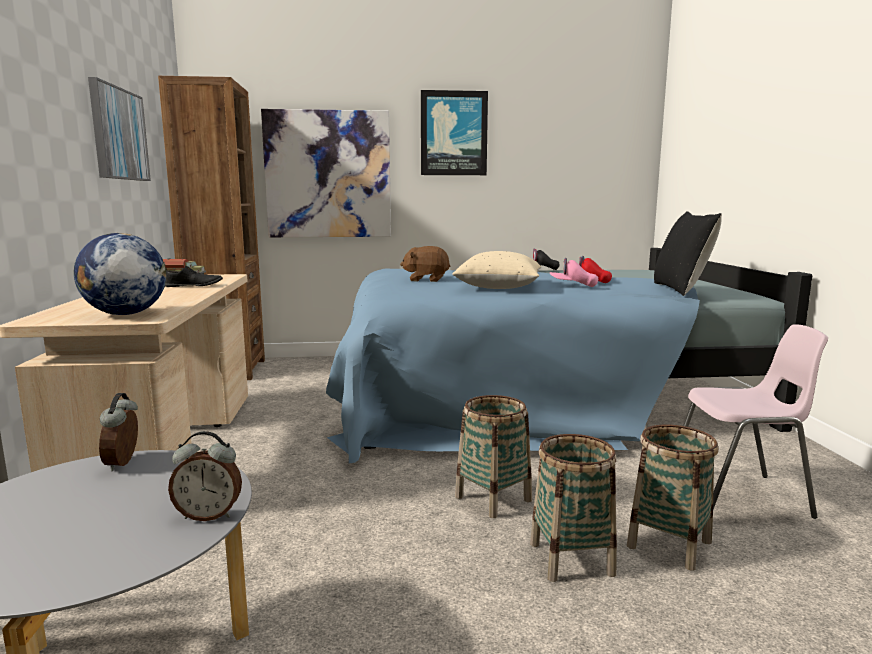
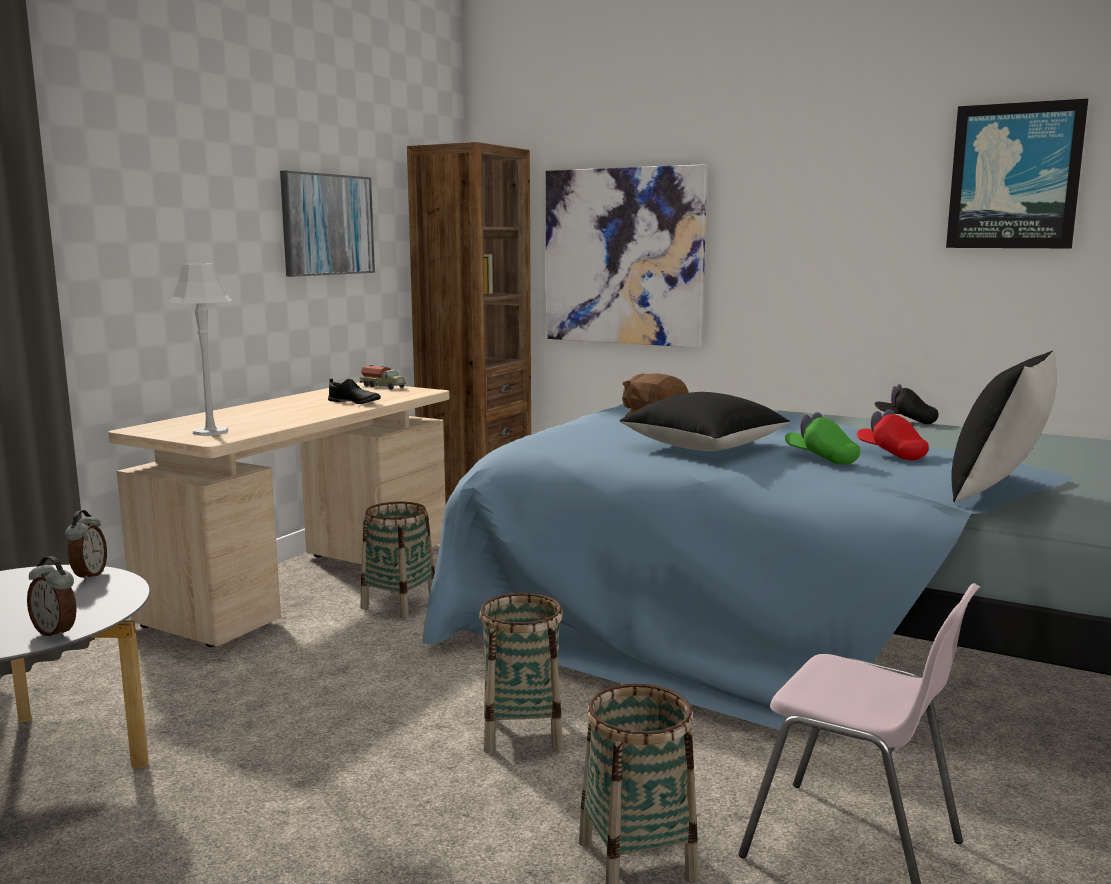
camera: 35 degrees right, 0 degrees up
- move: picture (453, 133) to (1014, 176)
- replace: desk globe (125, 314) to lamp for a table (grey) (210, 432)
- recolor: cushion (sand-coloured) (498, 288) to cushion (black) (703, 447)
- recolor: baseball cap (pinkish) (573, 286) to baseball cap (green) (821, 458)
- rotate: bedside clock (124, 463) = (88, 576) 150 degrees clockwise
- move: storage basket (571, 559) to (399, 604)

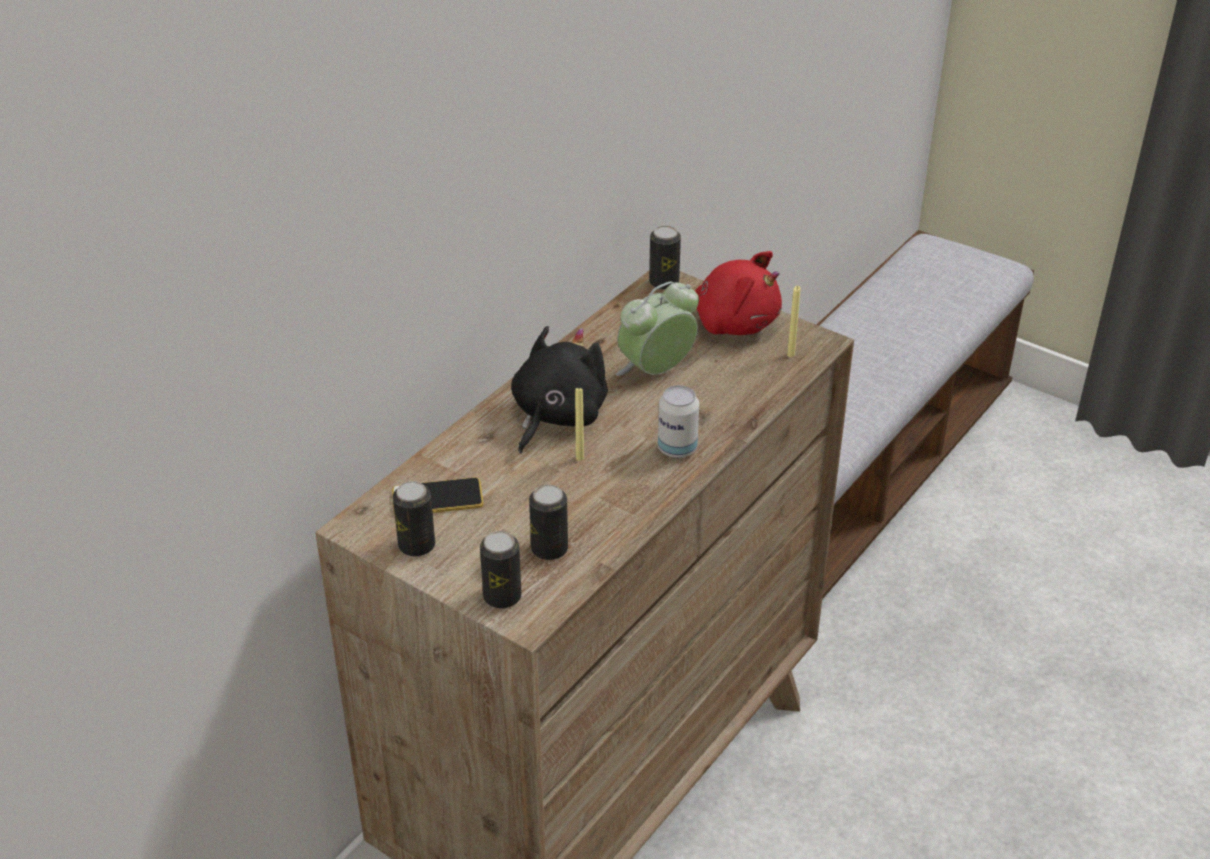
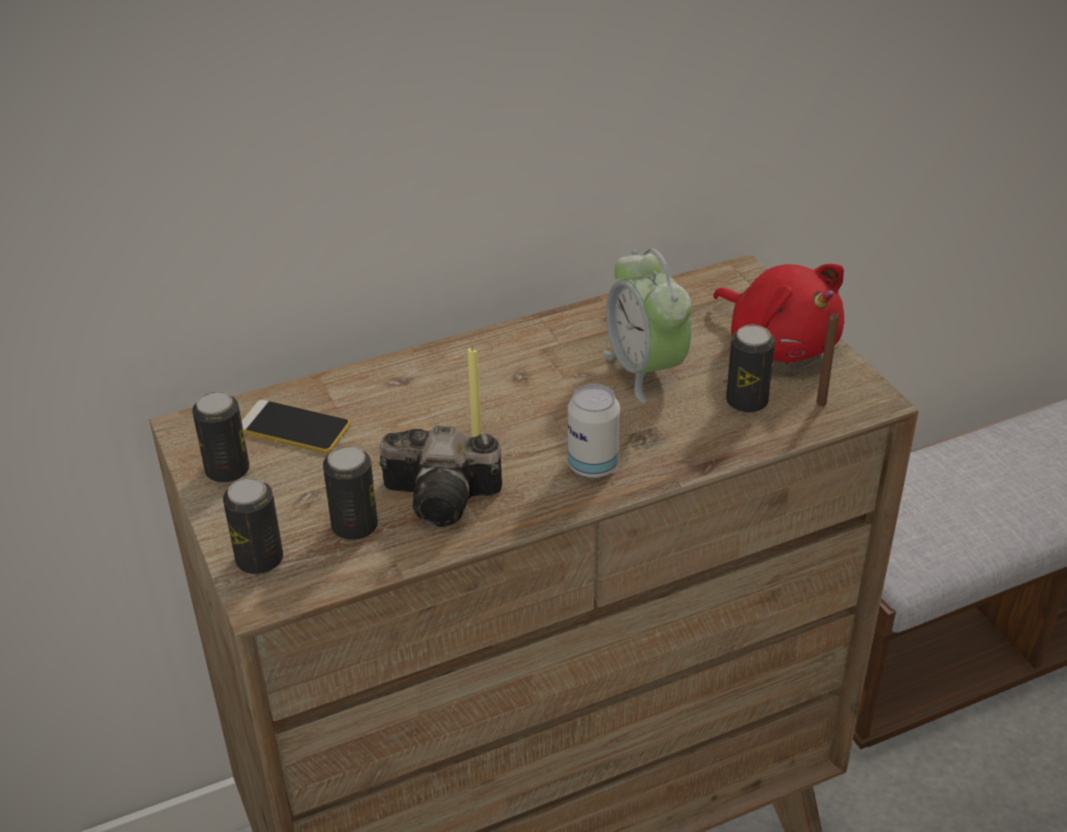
camera: 30 degrees right, 0 degrees up
- move: metal can (664, 282) to (746, 402)
- rotate: bedside clock (656, 371) = (645, 370) 105 degrees counterclockwise
- recolor: candle (yellow) (790, 355) to candle (brown) (821, 403)
- delete: soft toy (black) (556, 416)
- insert: still camera (447, 497)

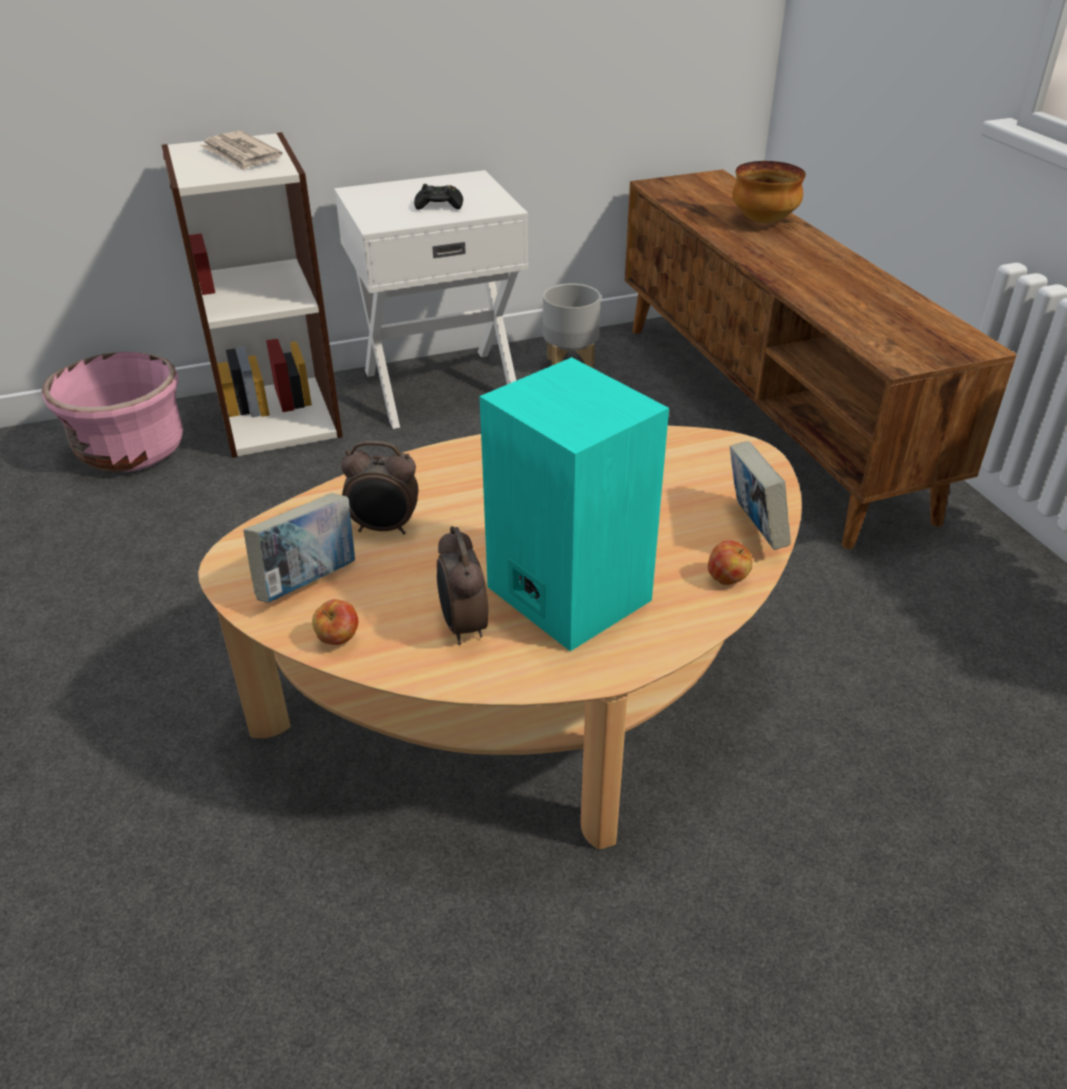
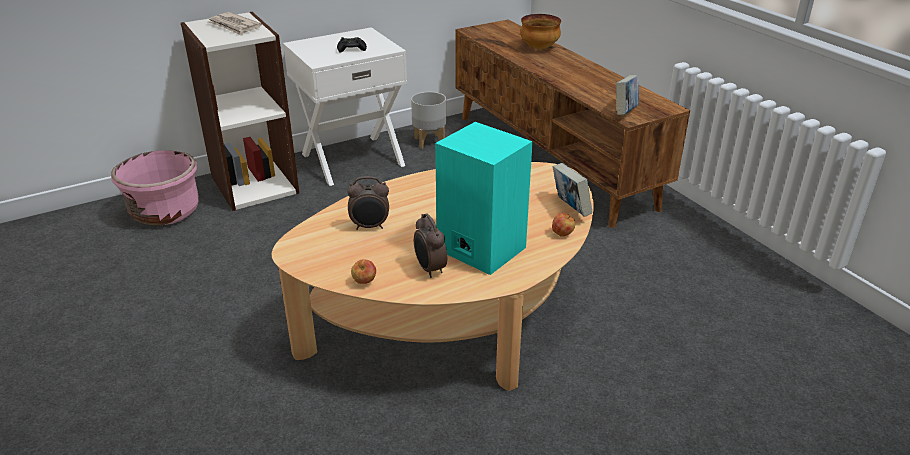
camera: 10 degrees left, 5 degrees down
- move: bound book (309, 582) to (625, 112)

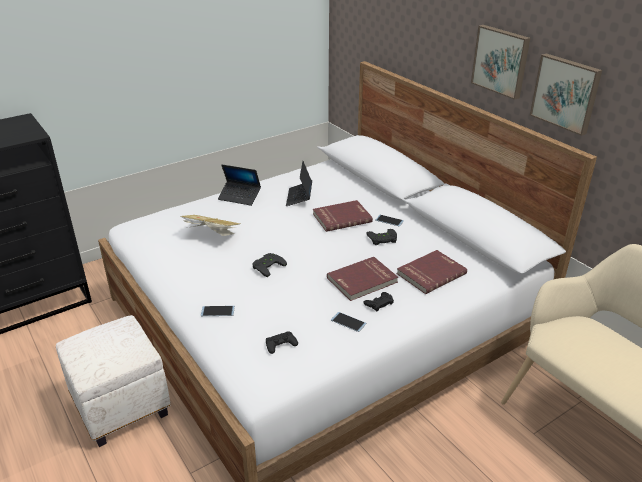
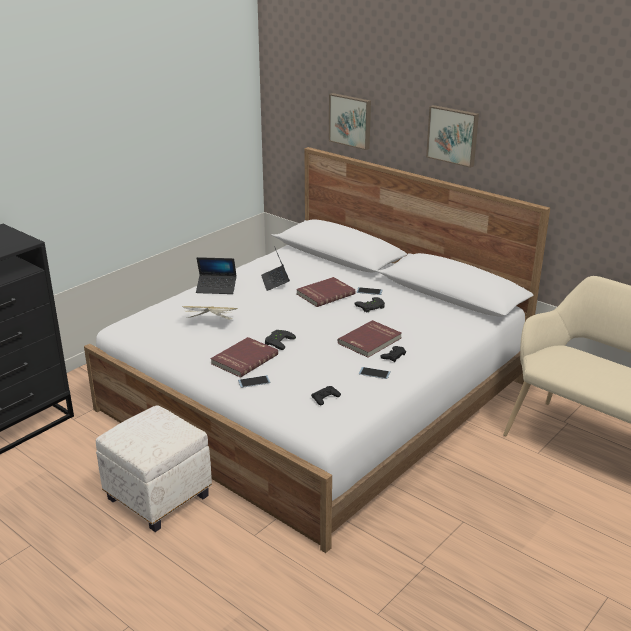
camera: 15 degrees left, 5 degrees down
- move: picture (566, 93) to (351, 120)
- move: bound book (reddish) (430, 273) to (243, 359)

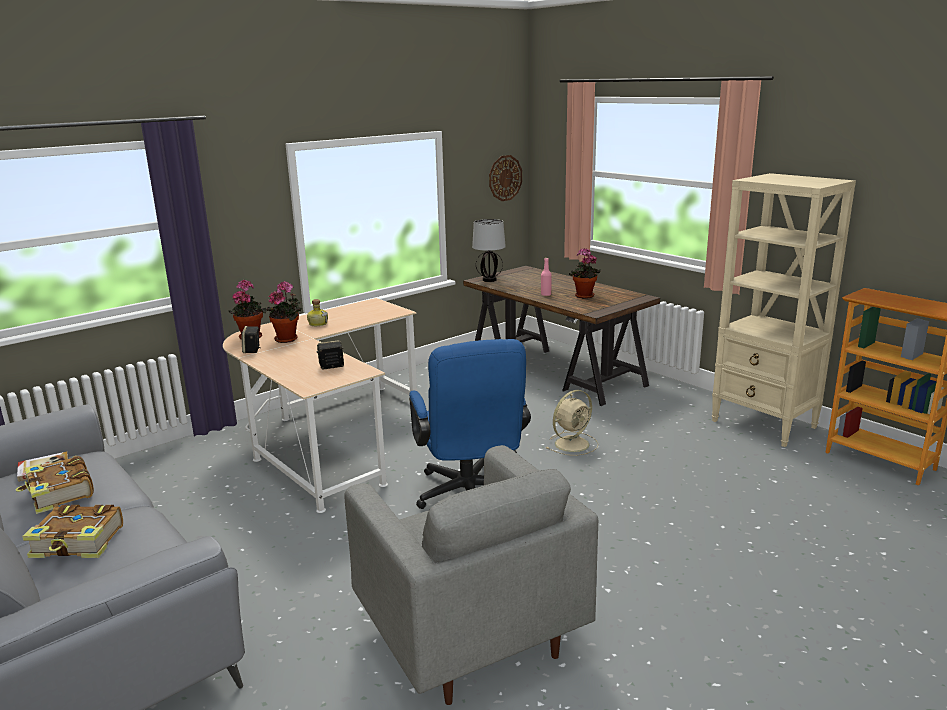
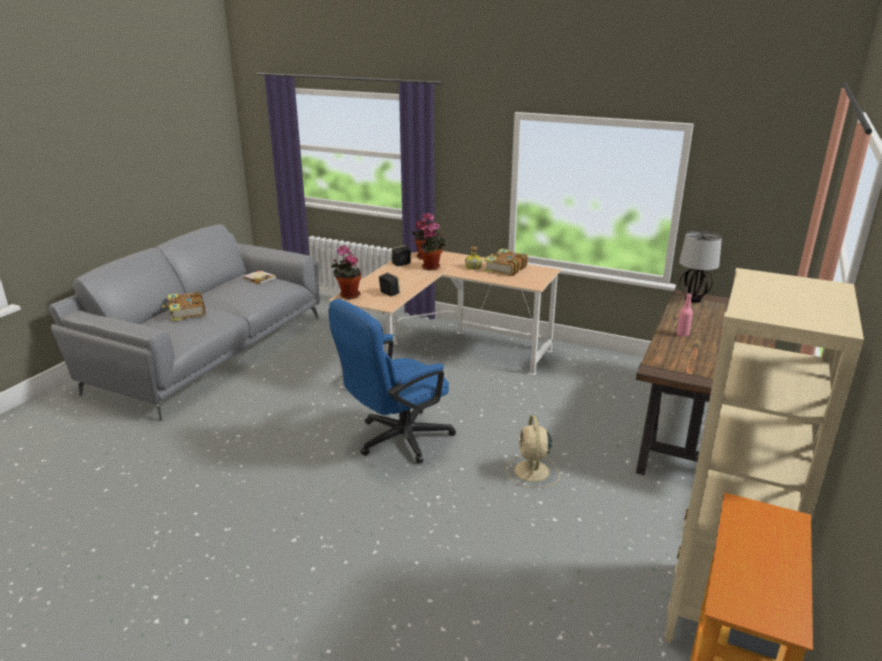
camera: 65 degrees right, 5 degrees up
- delete: wall clock (505, 178)
- move: houseplant (583, 296) to (348, 295)
- rotate: cooling fan (sand-coloured) (573, 443) = (532, 472) 60 degrees clockwise
- delete: lounge chair (grey) (469, 636)
- move: bound book (60, 494) to (505, 269)

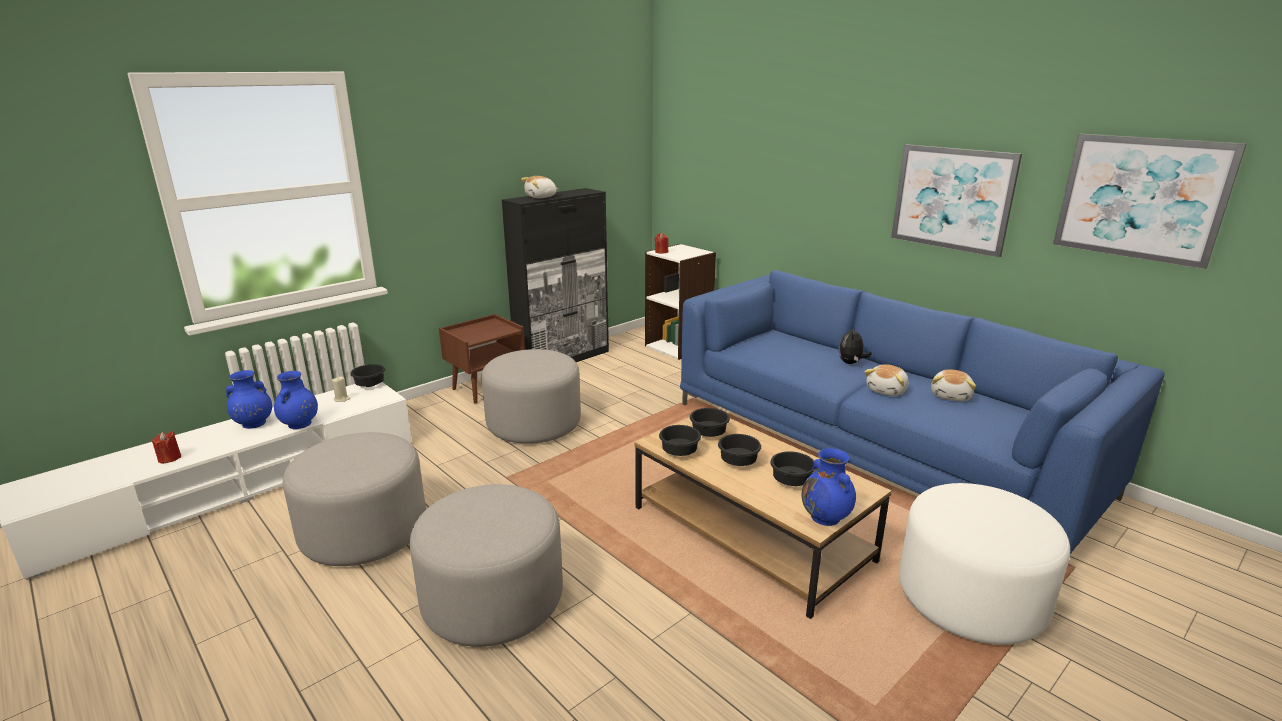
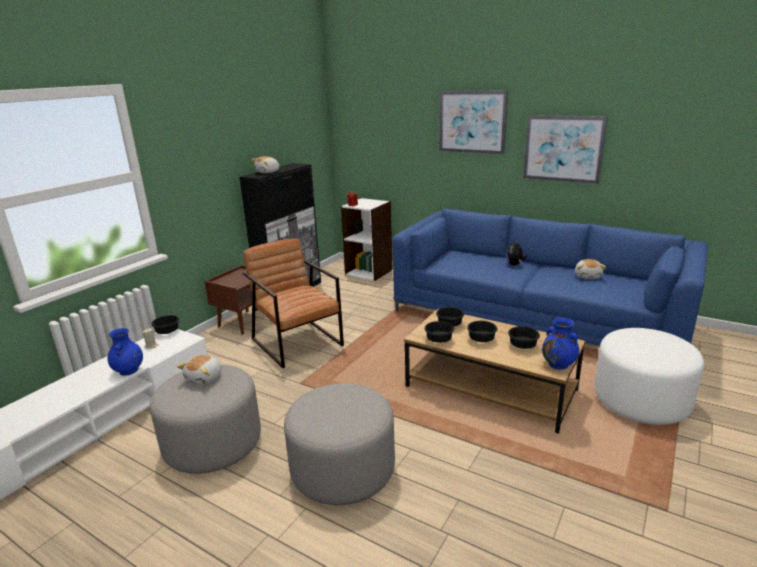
camera: 15 degrees left, 0 degrees up
- move: picture (1141, 198) to (472, 122)
- replace: footrest (grey) (534, 424) to lounge chair (brown) (297, 342)
- move: soft toy (887, 390) to (205, 378)
- delete: flower vase (blue) (253, 424)
- delete: candle (reddish) (169, 458)

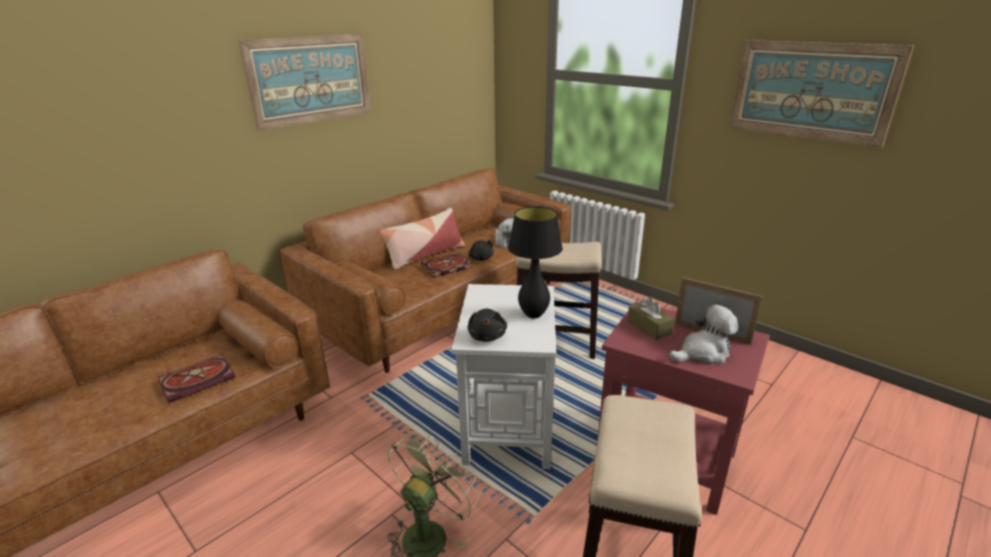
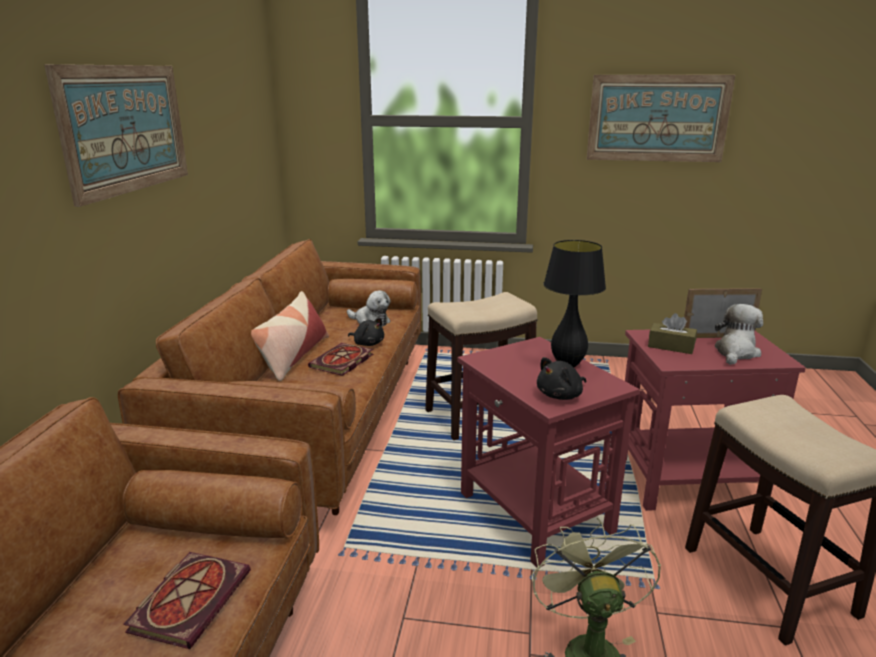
camera: 35 degrees left, 5 degrees down
- recolor: accent table (whitish) (507, 427) to accent table (reddish) (534, 512)
- rotate: soft toy (black) (487, 336) = (561, 395) 90 degrees clockwise

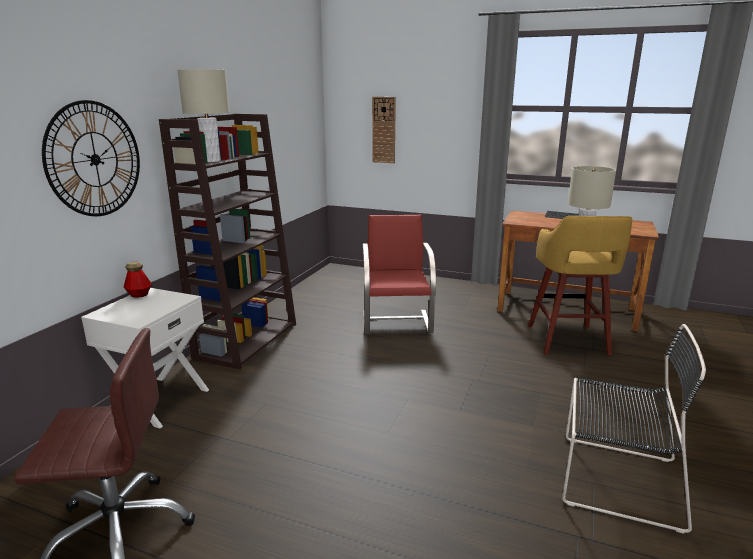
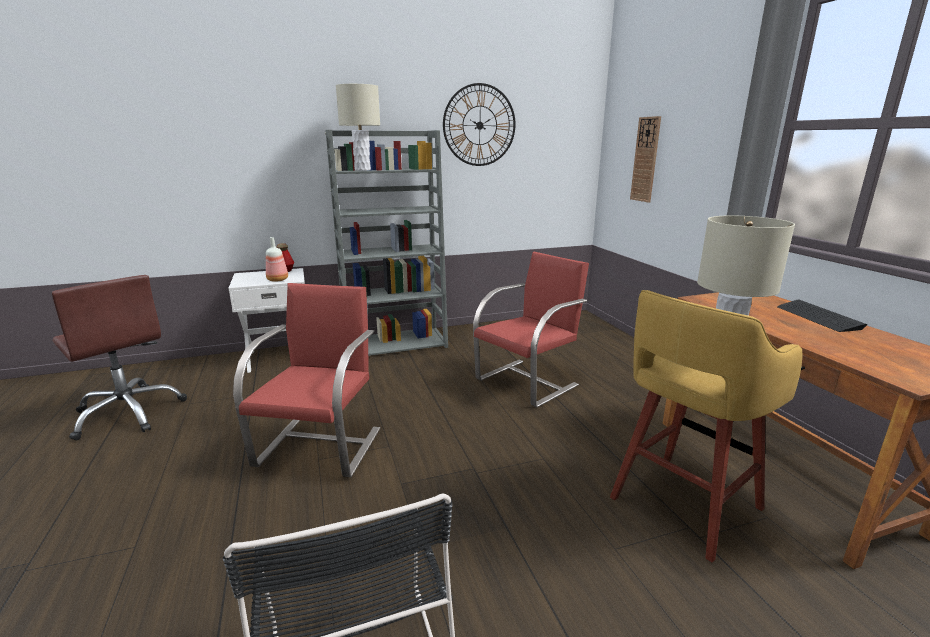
camera: 50 degrees right, 0 degrees up
- move: wall clock (95, 159) to (479, 125)
- recolor: bookcase (brown) (247, 340) to bookcase (grey) (396, 343)
- insert: beverage bottle (278, 279)
- insert: plain chair (reddish) (321, 446)

